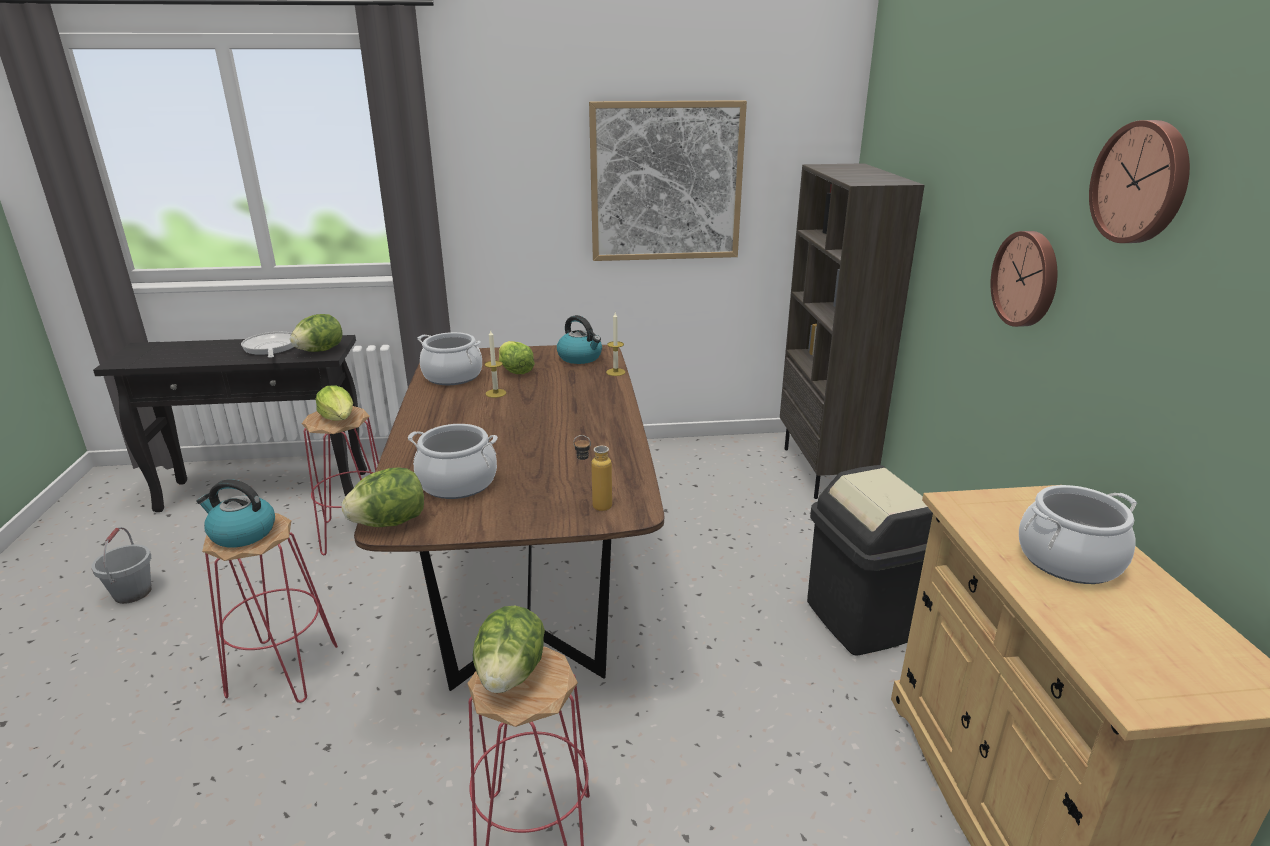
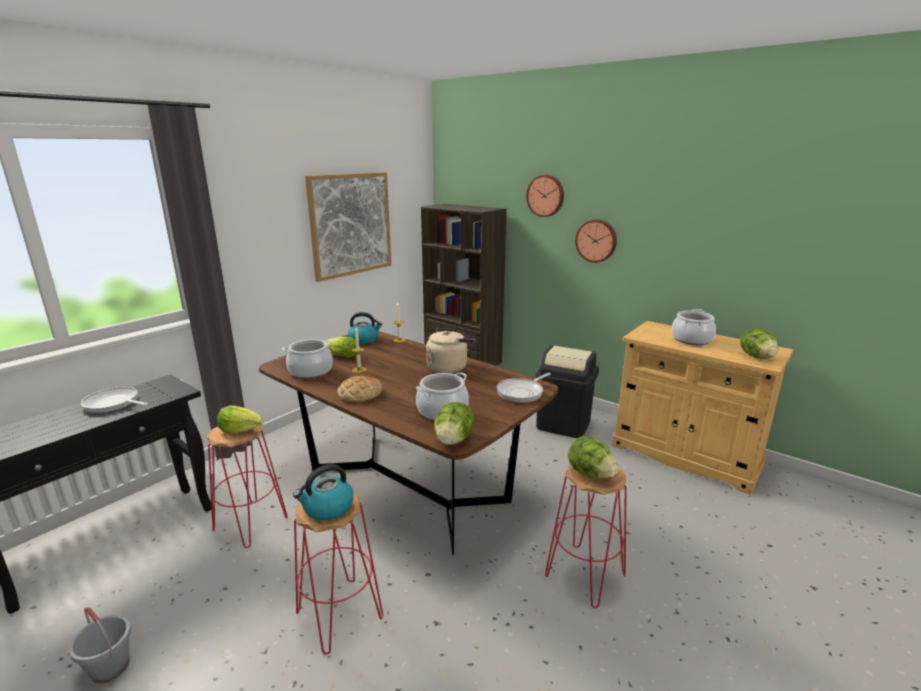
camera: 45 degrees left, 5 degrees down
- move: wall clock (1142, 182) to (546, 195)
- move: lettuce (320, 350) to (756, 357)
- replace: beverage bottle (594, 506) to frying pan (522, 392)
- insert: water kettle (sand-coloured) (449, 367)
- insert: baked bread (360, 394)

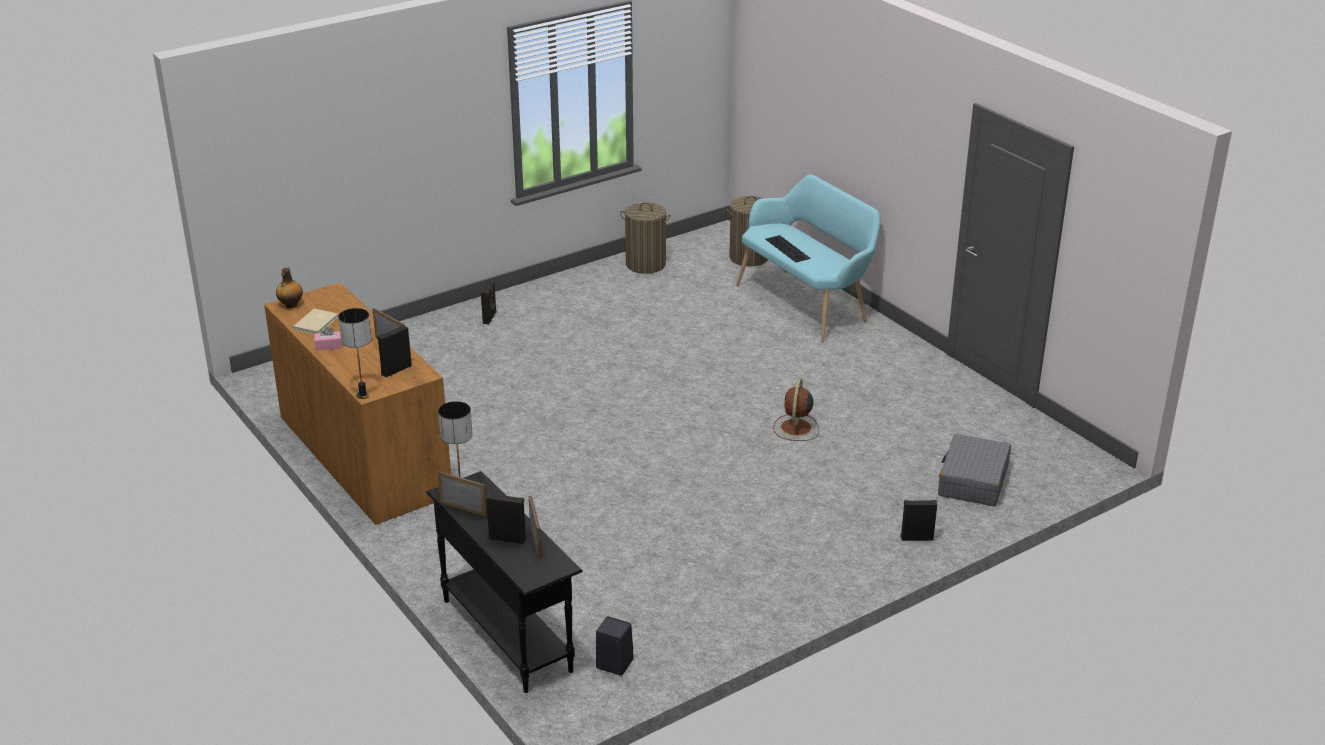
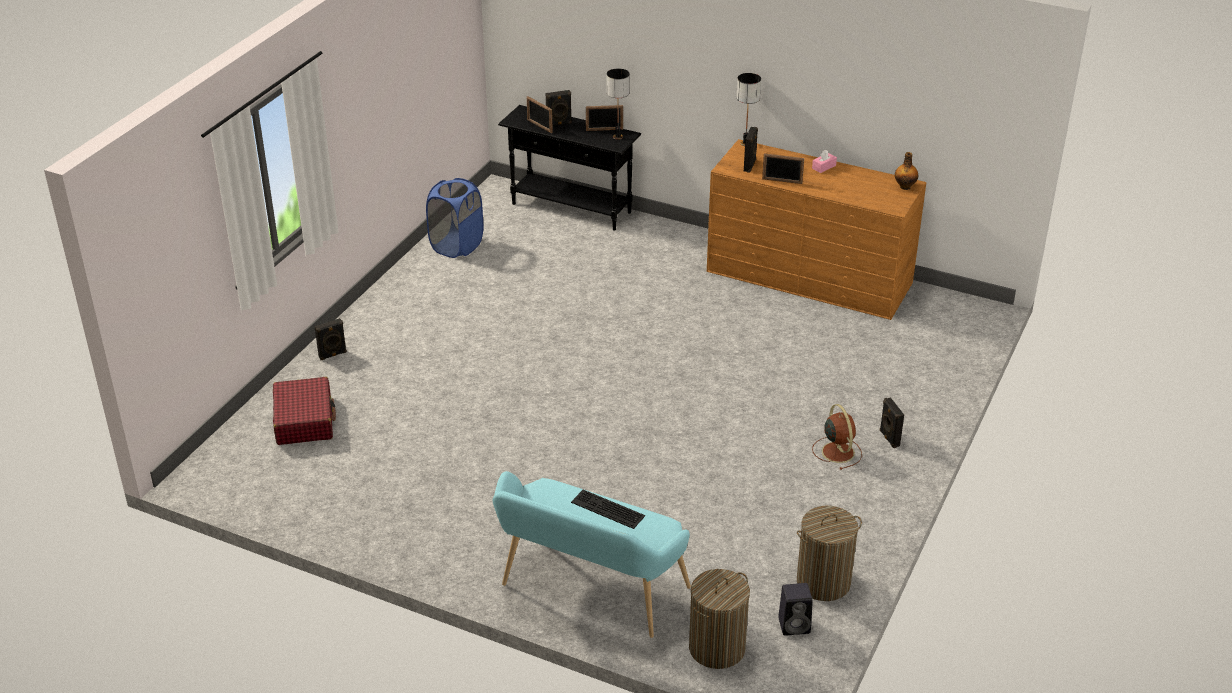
camera: 150 degrees right, 5 degrees up
- delete: bound book (sand-coloured) (317, 323)
- move: cooling fan (brown) (795, 428) to (837, 451)
- recolor: suitcase (grey) (972, 481) to suitcase (reddish) (304, 420)
- move: audio speaker (black) (613, 664) to (795, 625)
- insert: laundry basket (blue) (456, 246)

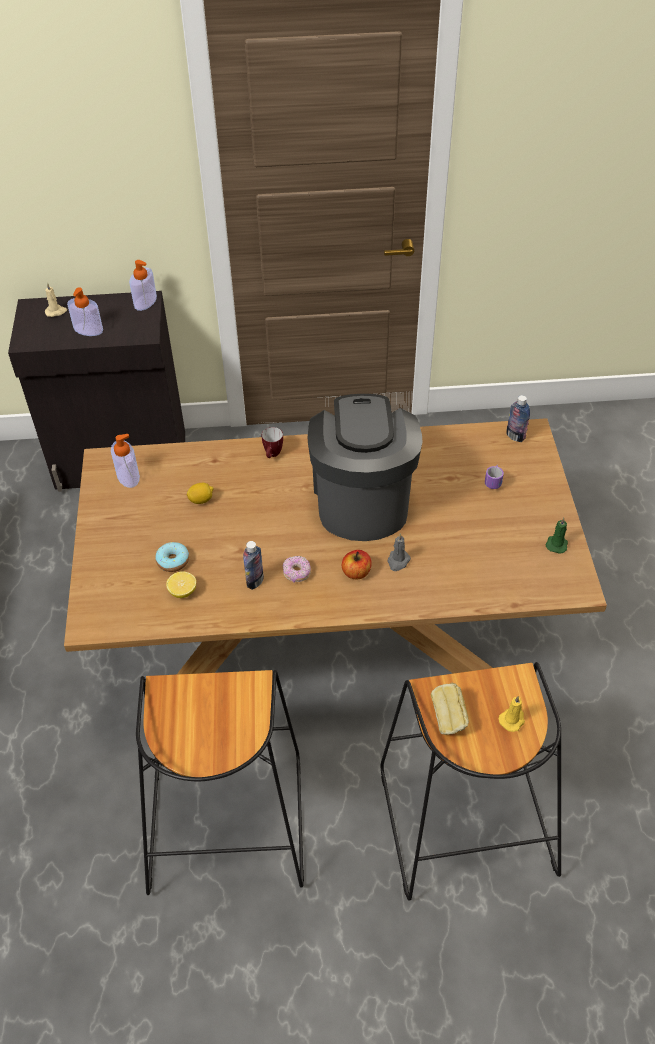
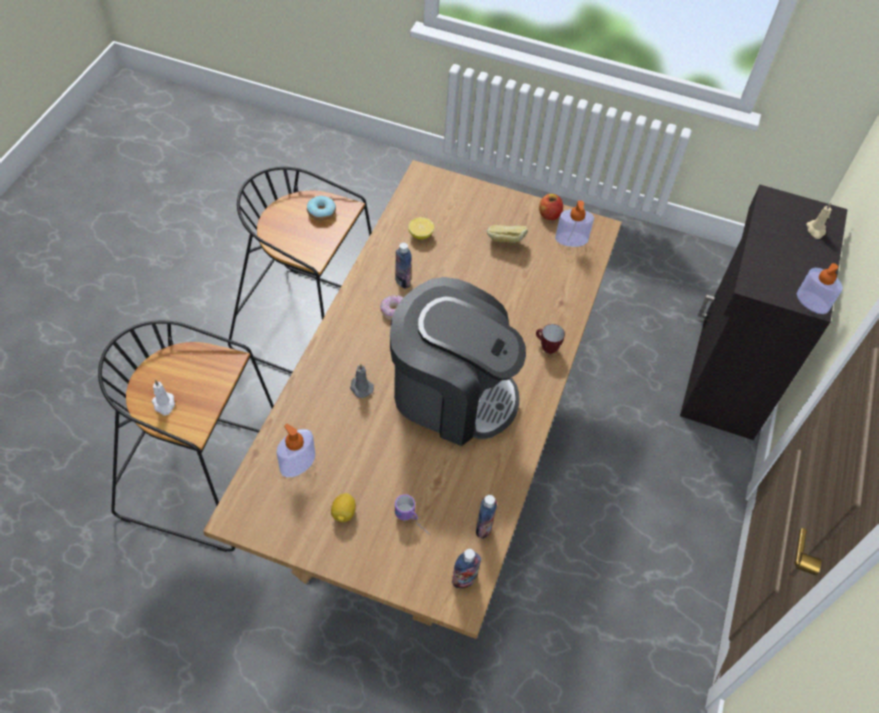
camera: 110 degrees right, 5 degrees up
- move: soap dispenser (88, 329) to (297, 463)
- move: lemon (201, 500) to (343, 513)
- delete: candle (green) (556, 544)
- move: donut (173, 561) to (321, 212)
- move: apple (356, 572) to (549, 214)
- move: baked bread (448, 718) to (505, 242)
- recolor: candle (yellow) (512, 719) to candle (whitish) (164, 404)
- insert: beverage bottle (483, 528)

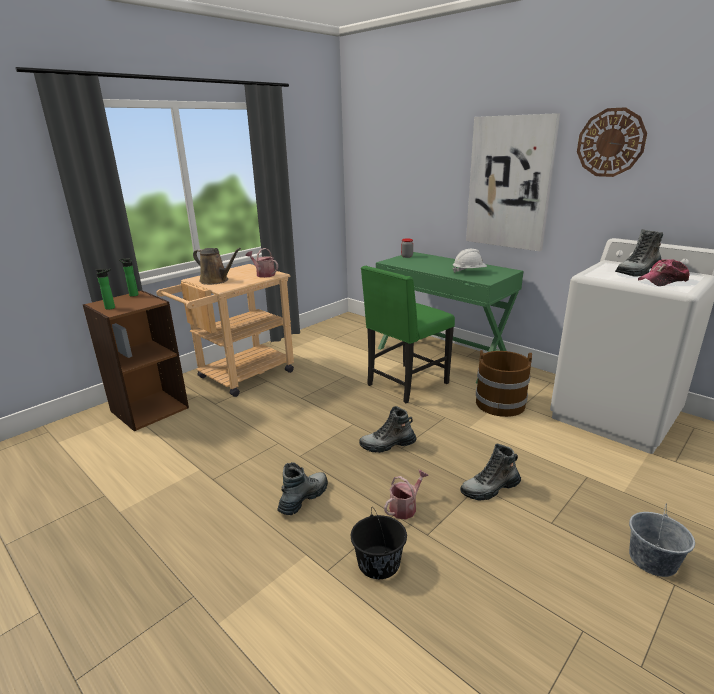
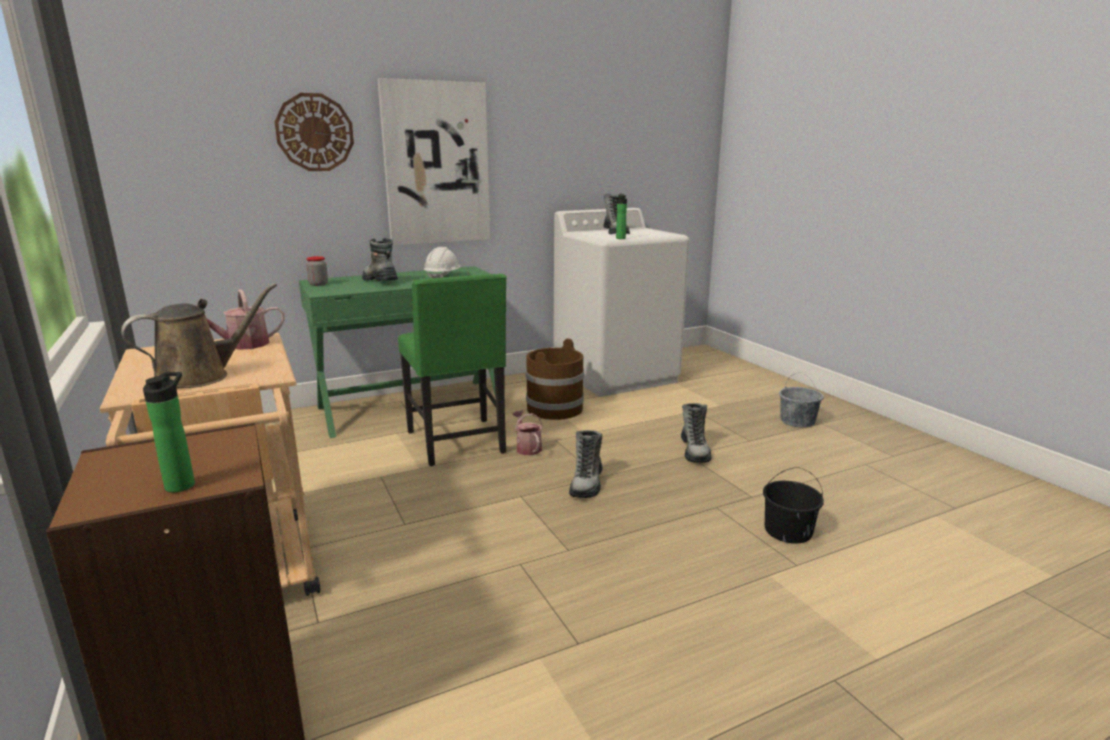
camera: 70 degrees left, 5 degrees down
- move: wall clock (610, 143) to (315, 132)
- move: beverage bottle (133, 295) to (619, 238)
- delete: baseball cap (663, 281)
- move: boot (303, 498) to (379, 280)
- move: sprinkling can (405, 507) to (527, 447)

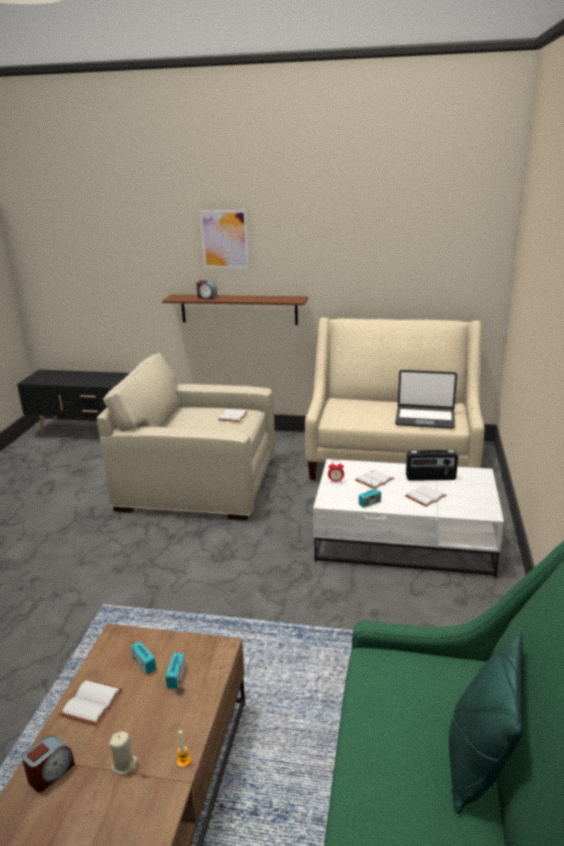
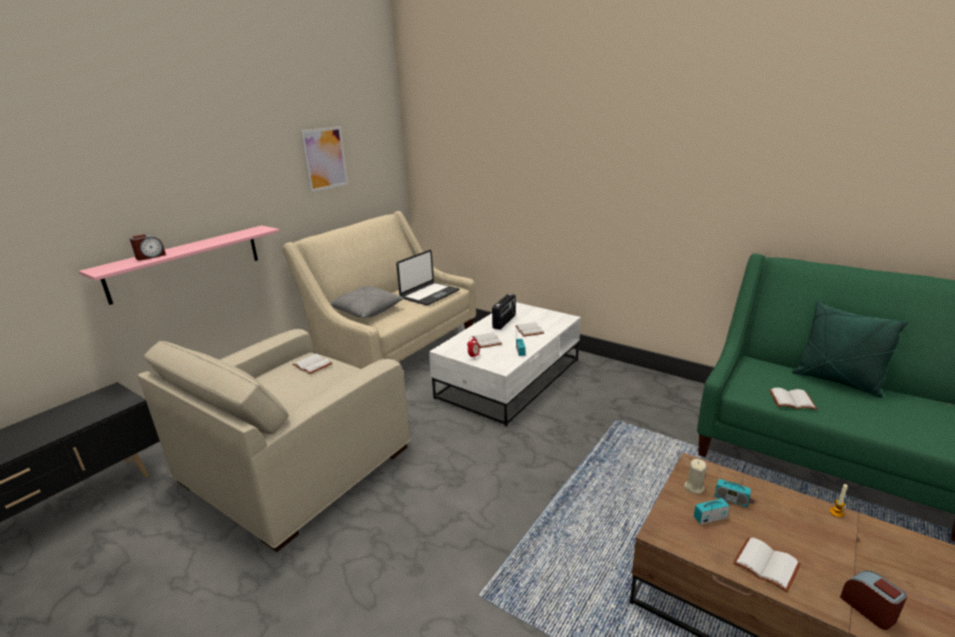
camera: 65 degrees left, 0 degrees up
- move: picture (225, 239) to (325, 158)
- recolor: wall shelf (brown) (238, 309) to wall shelf (pinkish) (186, 262)
- move: candle (sand-coloured) (124, 765) to (694, 487)
- insert: cushion (grey) (366, 311)
- insert: bound book (whitish) (791, 401)

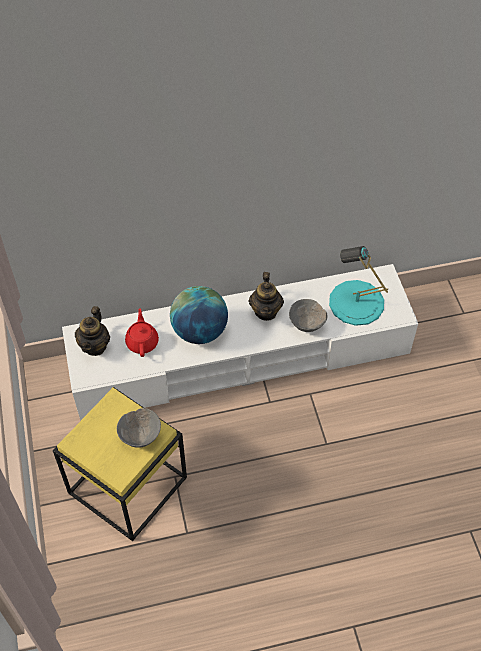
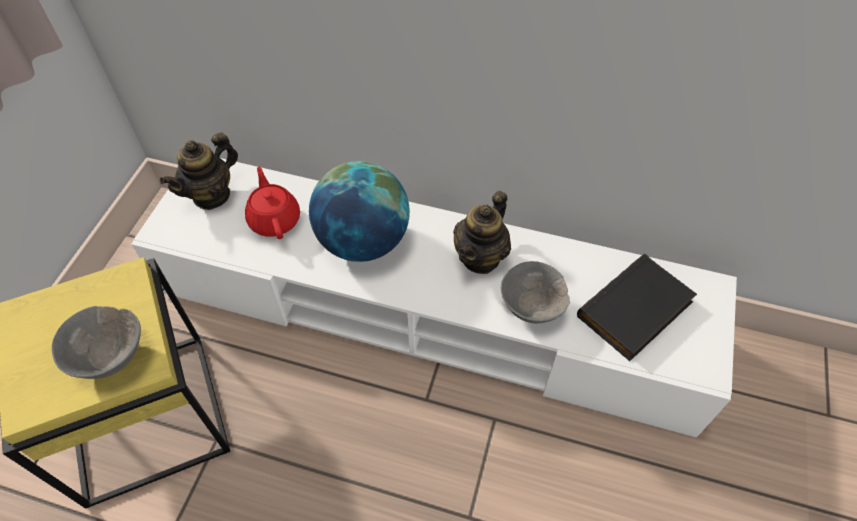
camera: 30 degrees right, 0 degrees up
- replace: lamp for a table (turquoise-coloured) (356, 303) to bound book (black) (636, 311)
- rotate: pot for tea (reddish) (142, 342) = (275, 219) 45 degrees counterclockwise

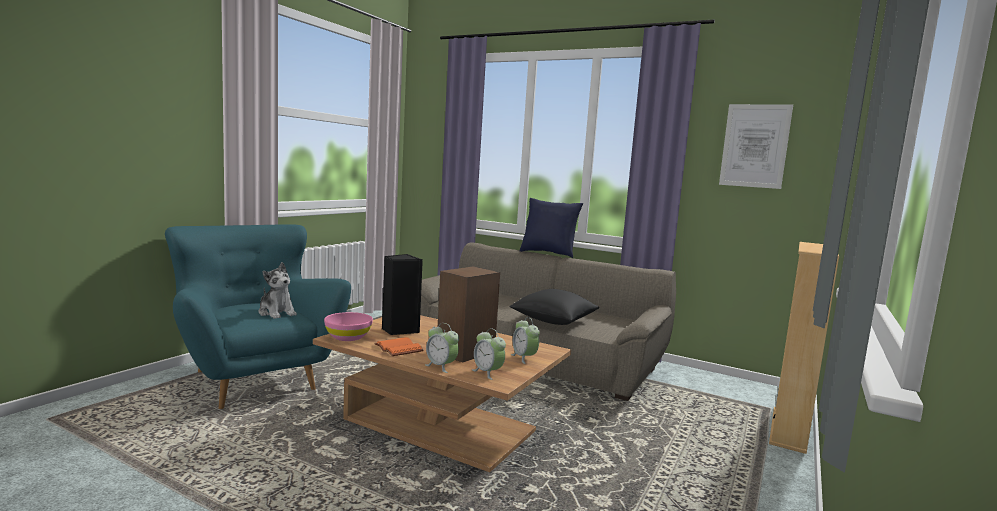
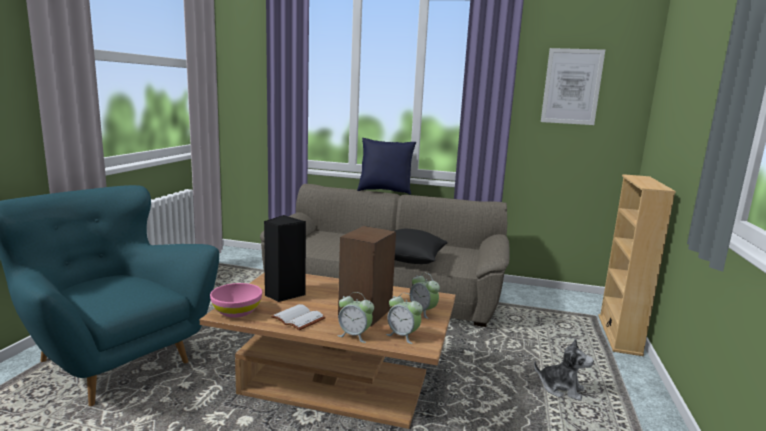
camera: 15 degrees left, 5 degrees up
- move: soft toy (276, 313) to (561, 389)
- recolor: bound book (orange) (397, 348) to bound book (whitish) (297, 319)

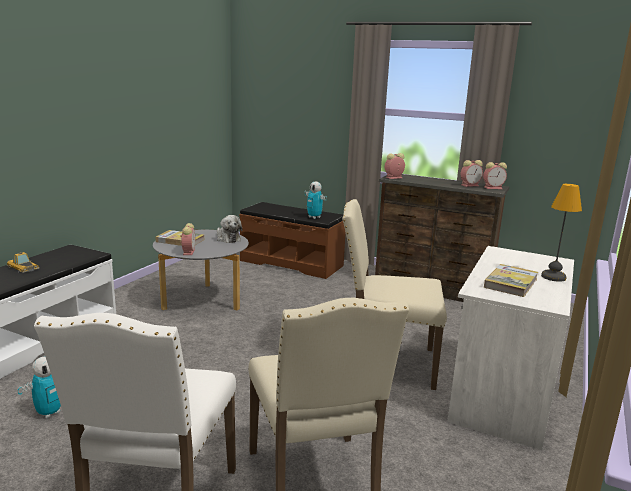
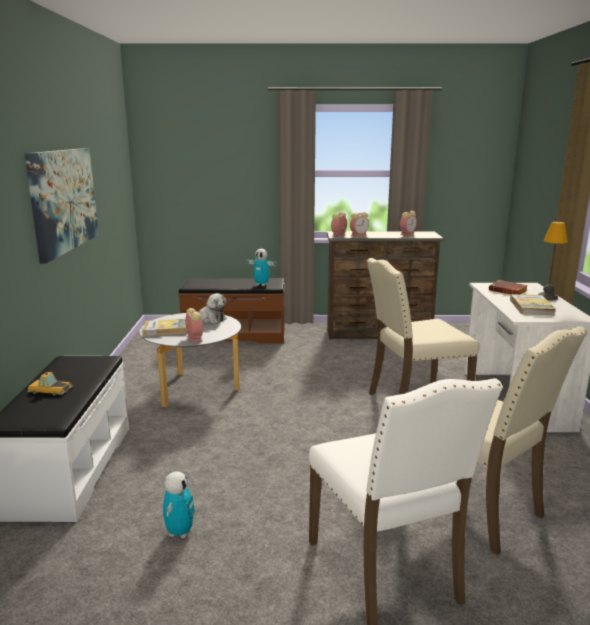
camera: 25 degrees left, 0 degrees up
- move: bedside clock (493, 188) to (359, 235)
- insert: picture (63, 200)
- insert: bound book (brown) (509, 291)

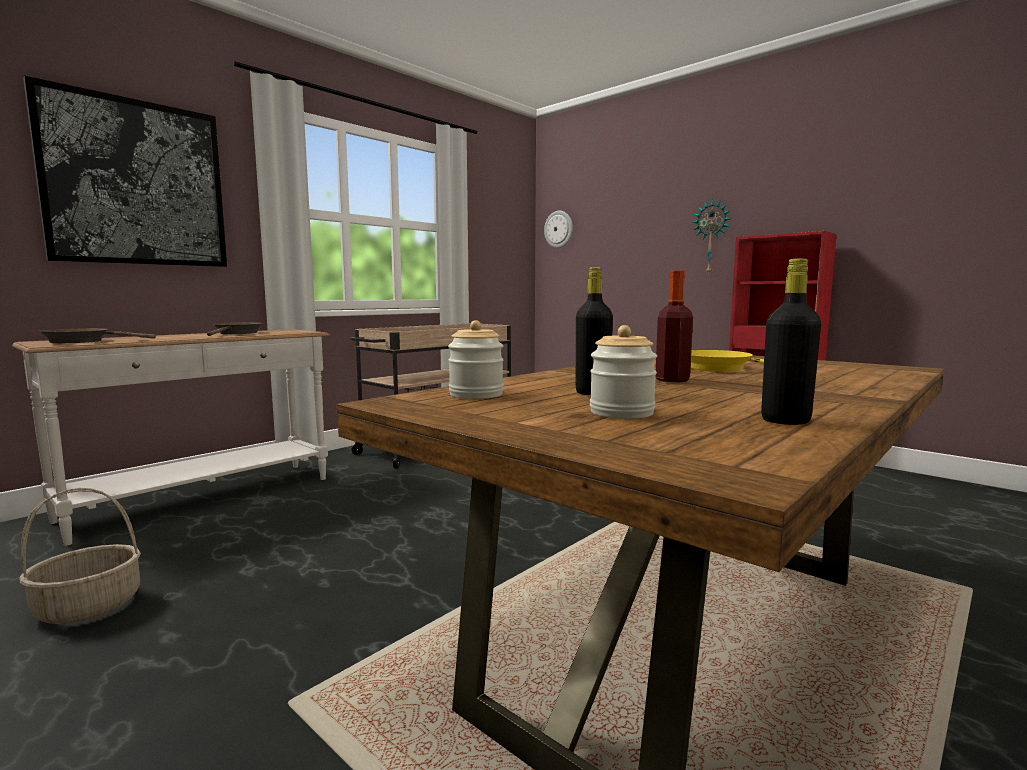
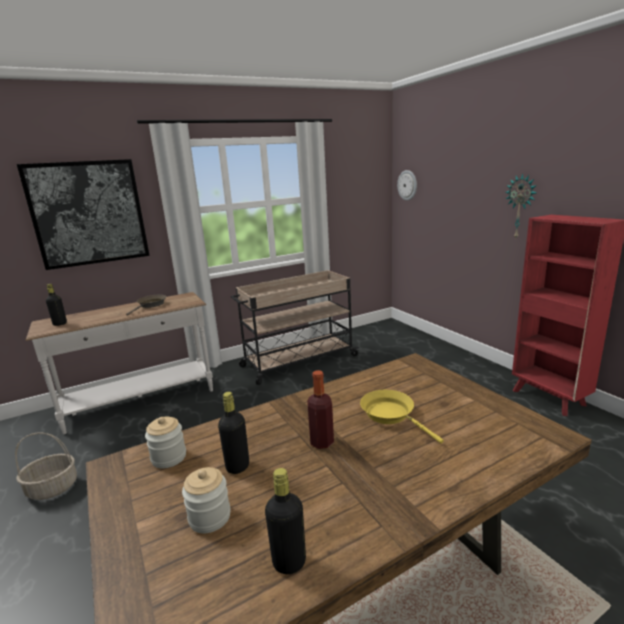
camera: 20 degrees right, 10 degrees up
- replace: frying pan (brown) (83, 341) to beverage bottle (black) (60, 324)

